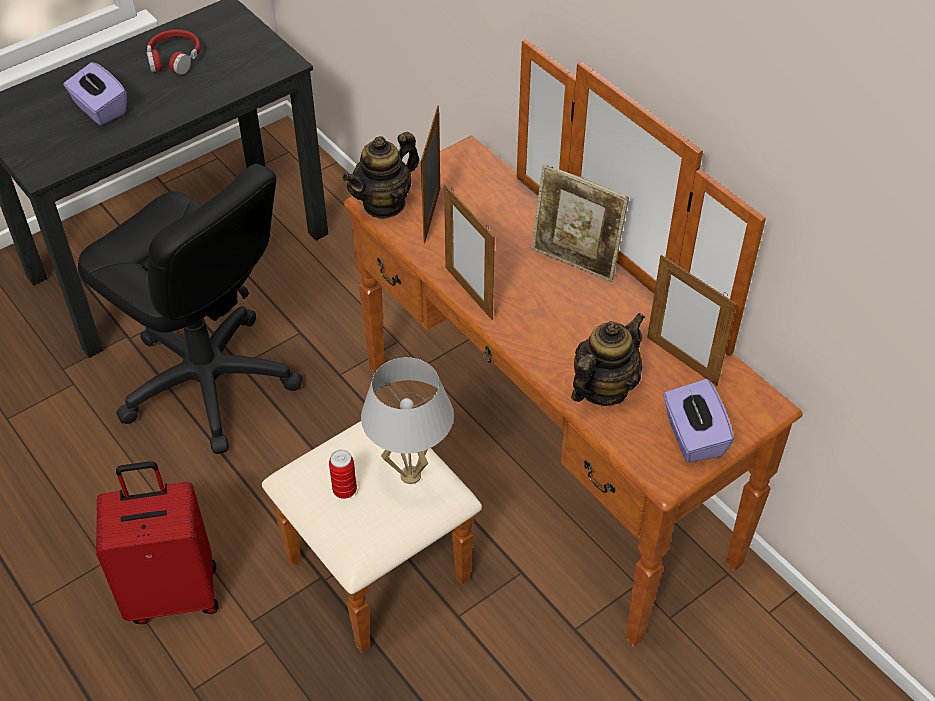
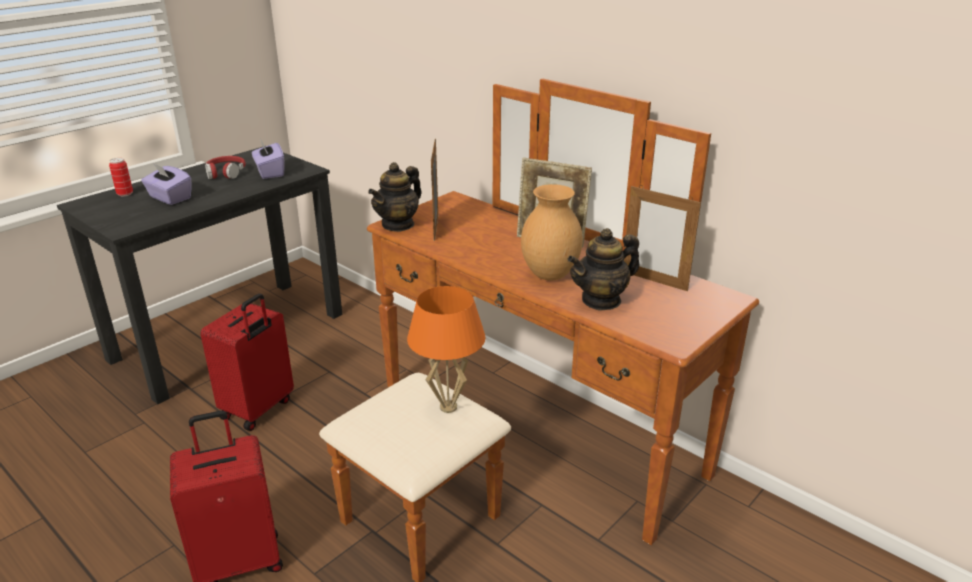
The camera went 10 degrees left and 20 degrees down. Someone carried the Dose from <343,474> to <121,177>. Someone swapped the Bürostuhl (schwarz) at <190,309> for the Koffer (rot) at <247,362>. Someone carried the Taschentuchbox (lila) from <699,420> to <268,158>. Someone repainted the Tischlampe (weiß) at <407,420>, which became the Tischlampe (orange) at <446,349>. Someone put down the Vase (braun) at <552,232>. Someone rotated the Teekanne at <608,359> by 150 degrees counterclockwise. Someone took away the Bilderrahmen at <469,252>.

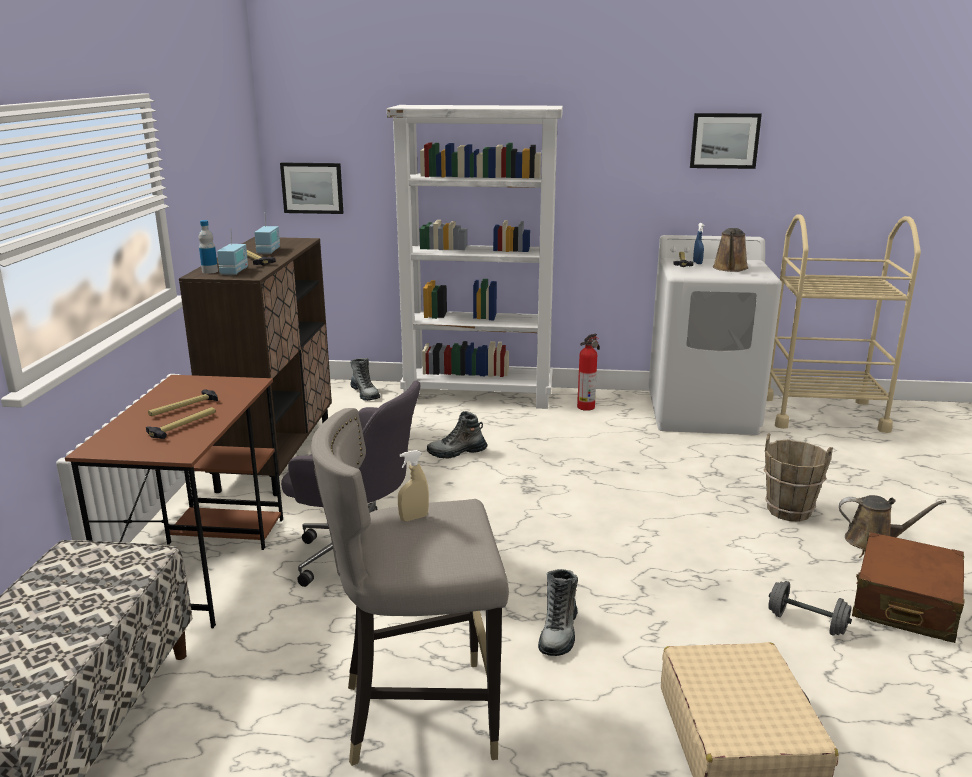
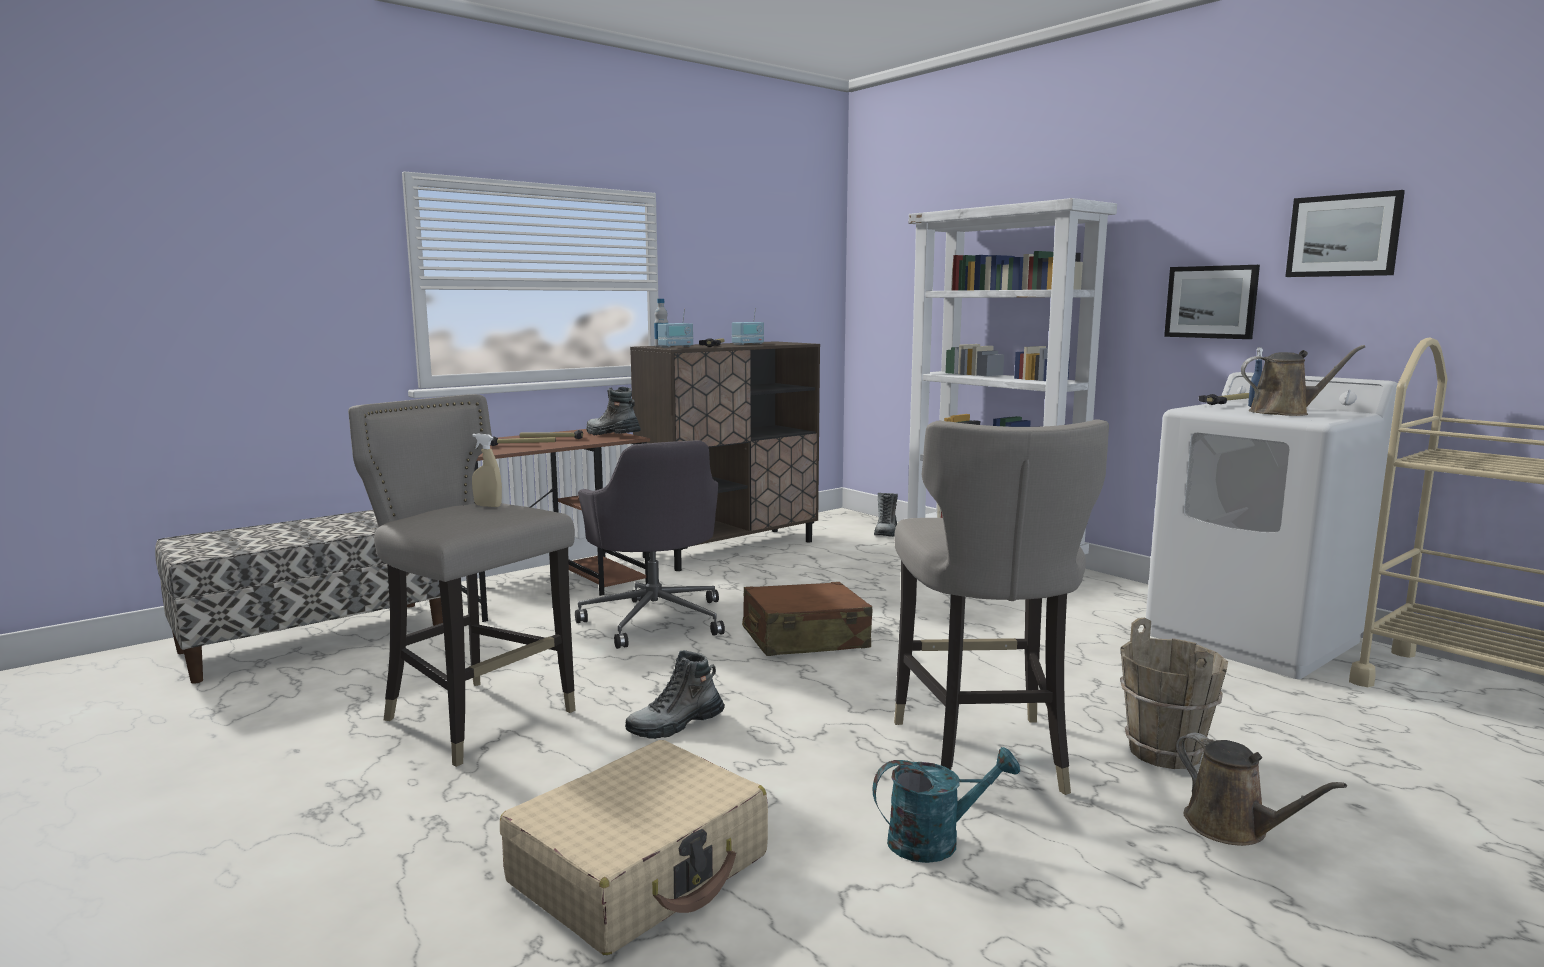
The camera went 45 degrees right and 10 degrees down. Someone carried the Stiefel from <457,435> to <613,411>. Someone carried the Koffer (braun) from <908,587> to <807,619>. Someone swapped the Hantel (grau) at <810,608> for the Gießkanne (türkis) at <946,805>. Someone put down the Hocker (grau) at <1001,607>. Someone carried the Bild from <311,188> to <1212,302>. Someone rotated the Gießkanne (braun) at <730,250> by 150 degrees counterclockwise. Someone took away the Feuerlöscher at <588,372>.

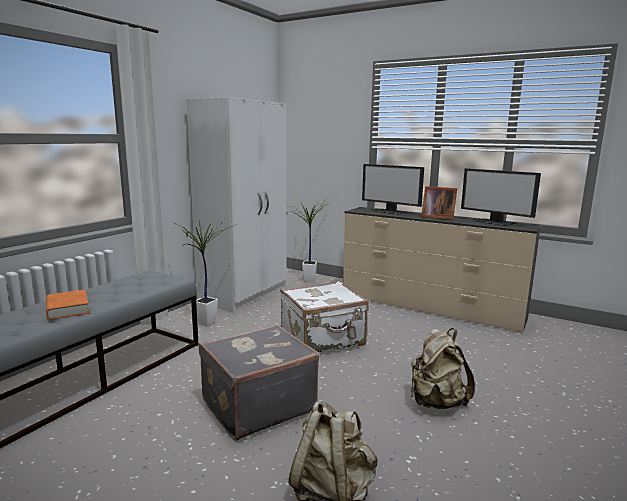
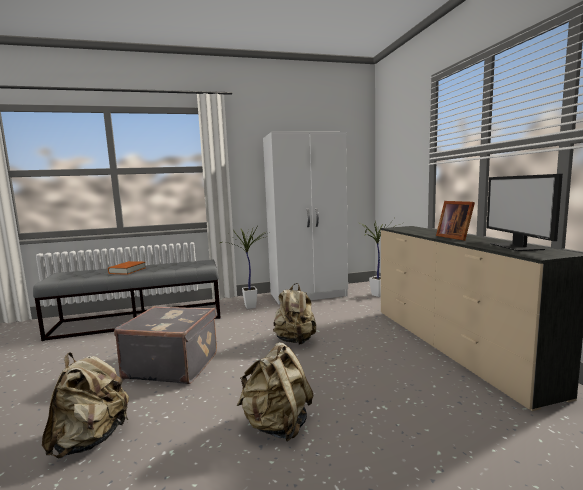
The camera went 45 degrees right and 5 degrees down. Someone swapped the Koffer (weiß) at <324,317> for the Rucksack (beige) at <294,314>. Someone took away the Monitor at <393,189>.

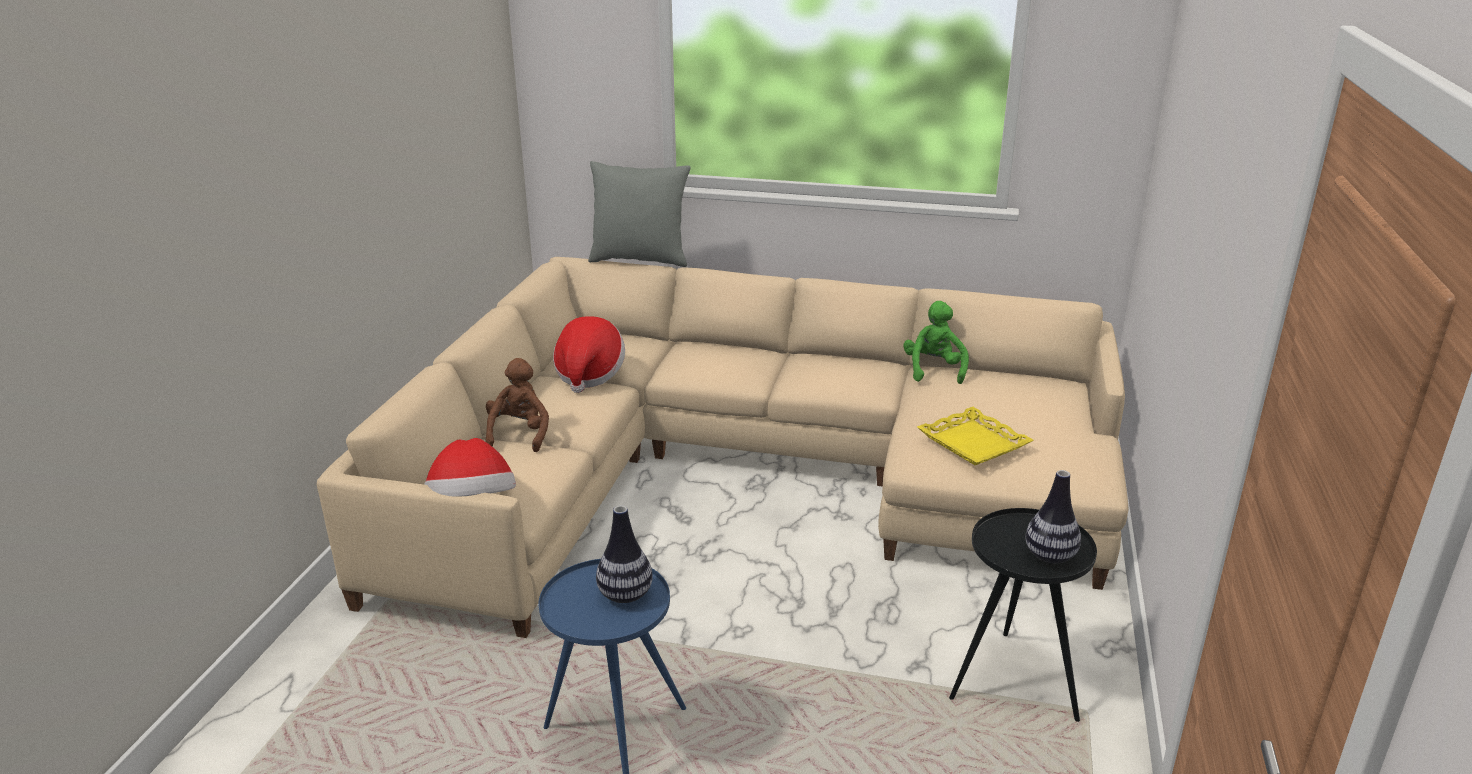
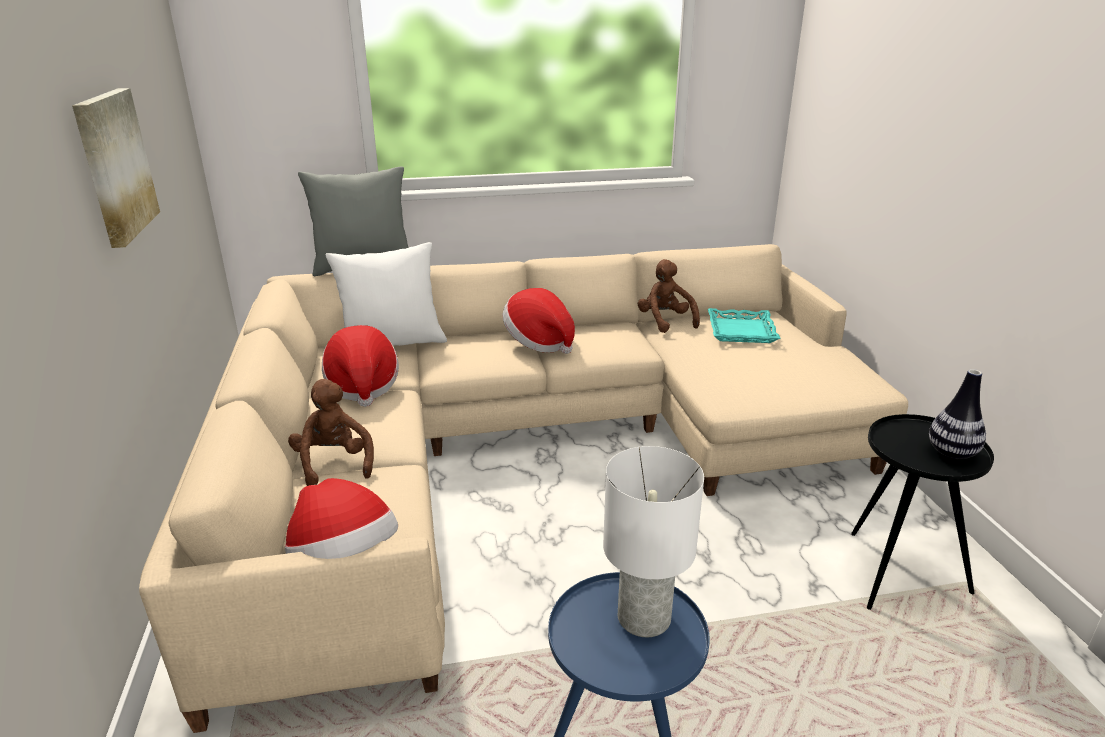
The camera went 25 degrees left and 0 degrees up. Someone put up the Bild at <116,168>. Someone put down the Kissen (weiß) at <386,294>. Someone put down the Hut at <539,321>. Someone swapped the Vase at <624,554> for the Tischlampe (weiß) at <653,541>. Someone repainted the Plüschtier (grün) at <936,342>, which became the Plüschtier (braun) at <669,296>. Someone put down the Tablett (türkis) at <744,325>. Someone took away the Tablett (gelb) at <975,436>.

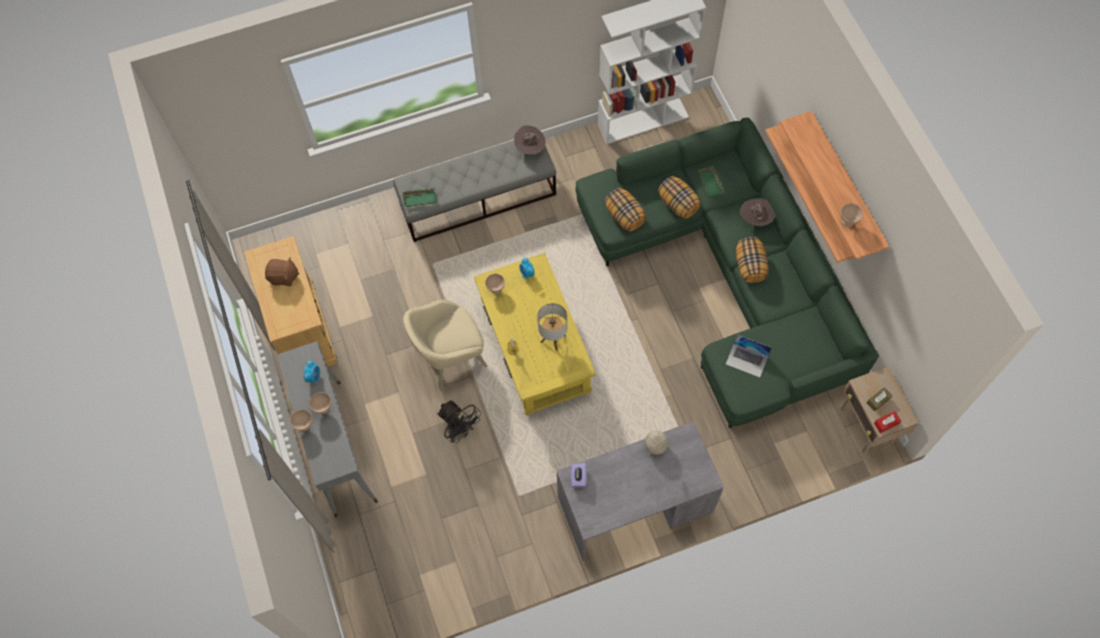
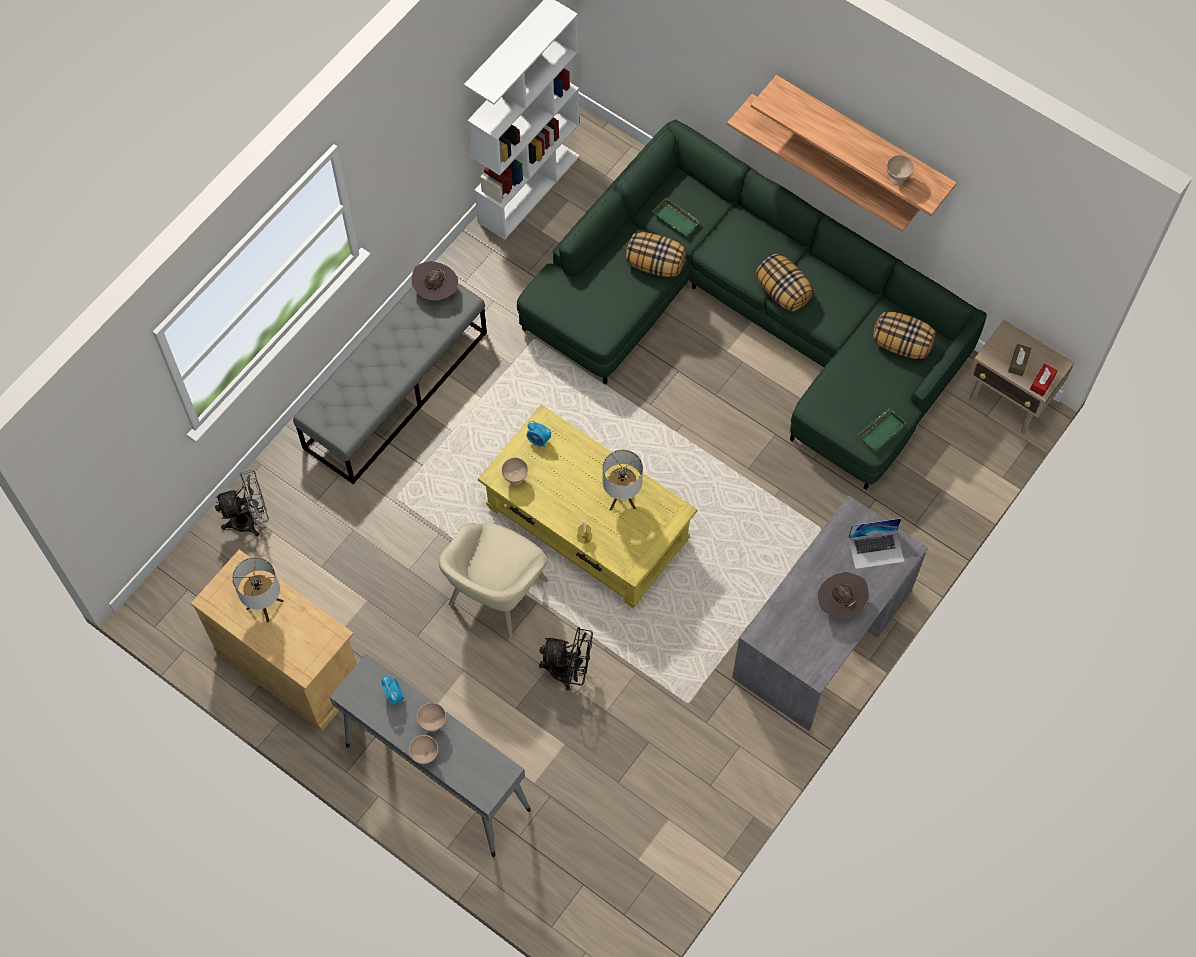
The camera went 35 degrees left and 0 degrees up. Someone put down the Ventilator (grau) at <242,503>. Someone swapped the Plüschtier (braun) at <282,271> for the Tischlampe at <258,589>. Someone carried the Hut (braun) from <758,212> to <843,595>. Someone carried the Laptop from <749,355> to <876,543>. Someone carried the Tablett (grün) from <419,197> to <882,429>. Someone carried the Kissen from <625,209> to <904,335>. Someone took away the Taschentuchbox (lila) at <579,475>. Someone took away the Globus at <656,443>.

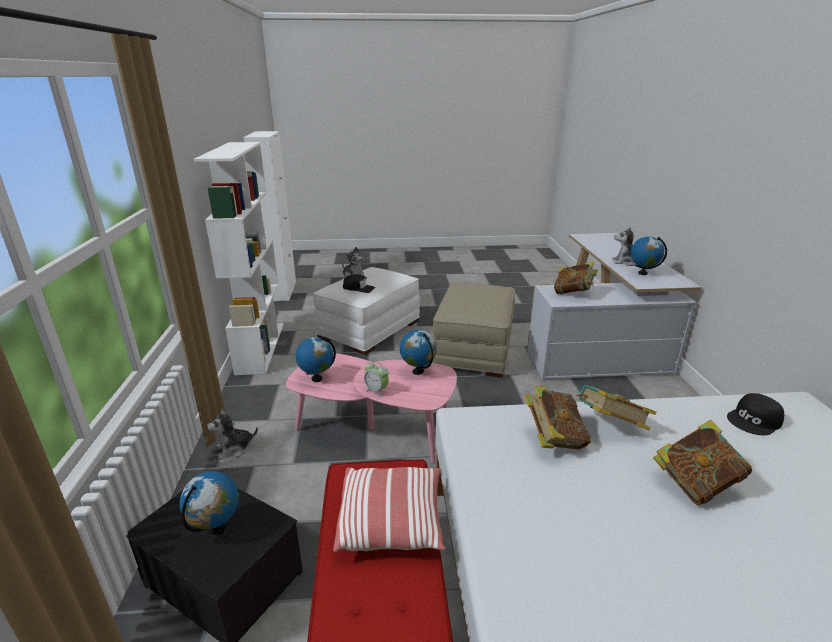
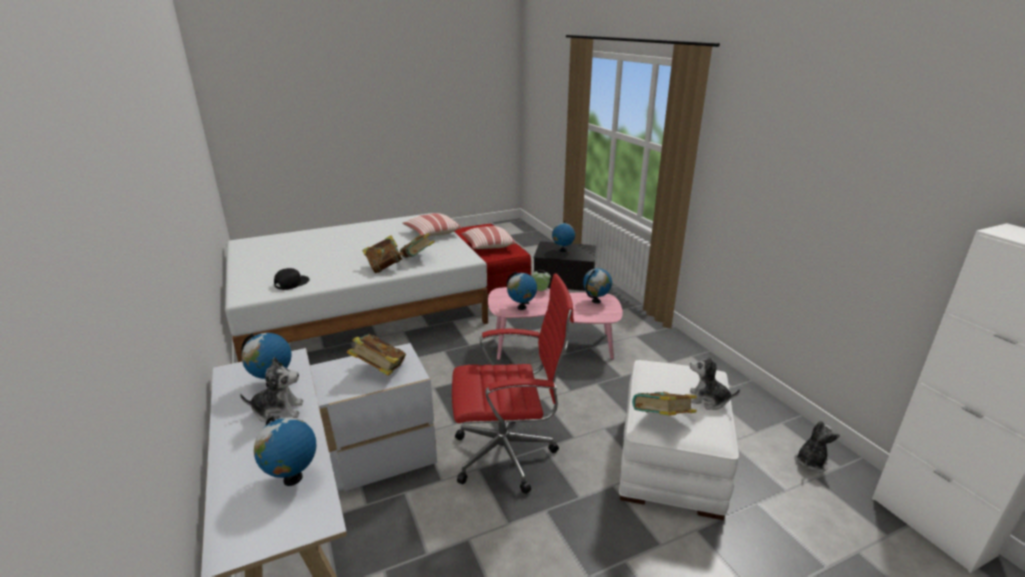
The camera went 160 degrees right and 0 degrees up. Someone put down the Globus at <285,451>. Someone put down the Kissen at <432,224>. Someone swapped the Polsterhocker (beige) at <473,330> for the Bürostuhl (rot) at <513,383>. Someone carried the Buch from <702,462> to <664,404>. Someone carried the Plüschtier from <232,434> to <817,447>. Someone took away the Bücherregal (weiß) at <239,258>. Someone took away the Kappe (schwarz) at <359,283>.

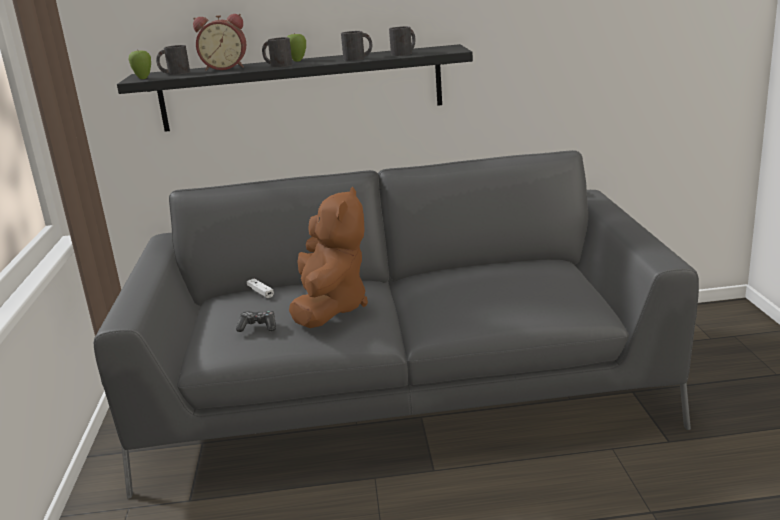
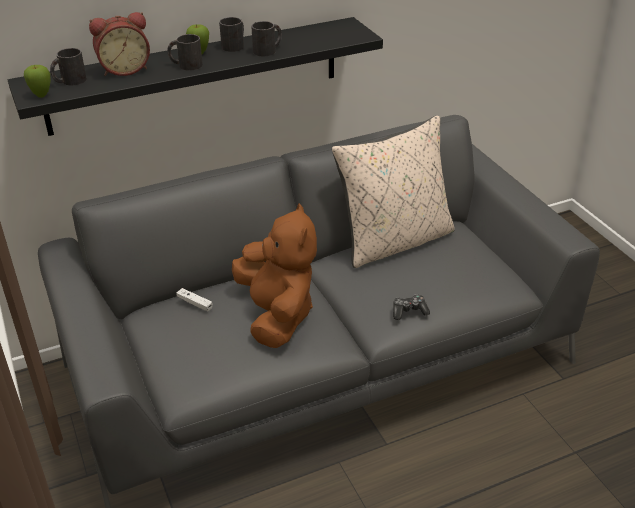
The camera went 20 degrees left and 15 degrees up. Someone carried the Henkelbecher (schwarz) from <402,41> to <231,34>. Someone put down the Kissen (beige) at <393,191>. Someone carried the Gamepad from <256,321> to <411,307>.

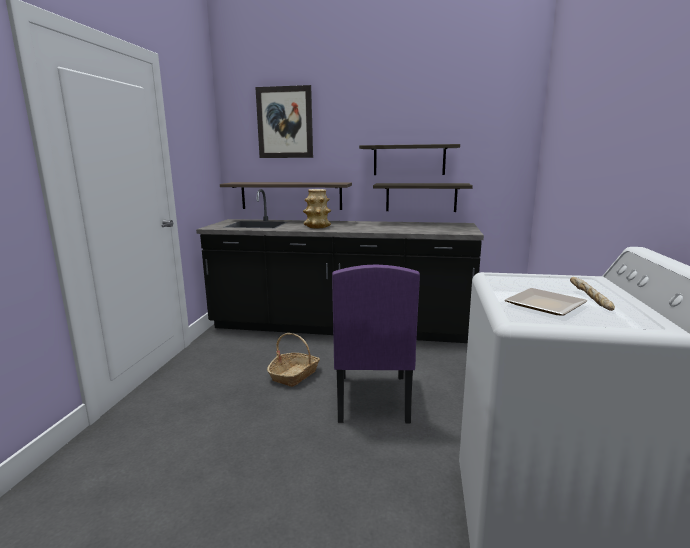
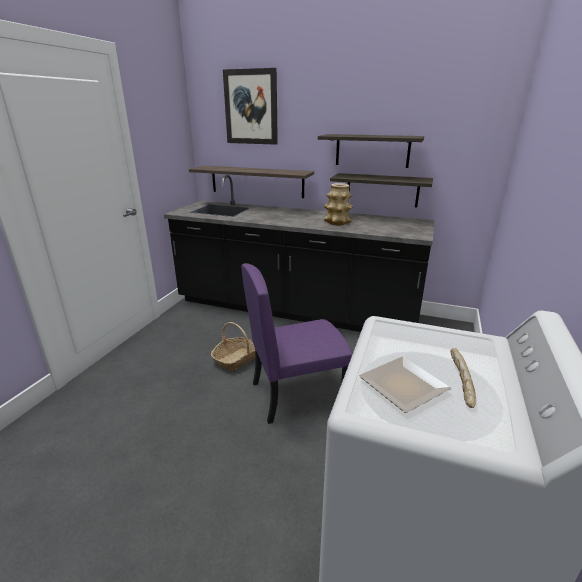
The camera went 10 degrees right and 10 degrees up. Someone rotated the Stuhl (lila) at <376,343> by 60 degrees clockwise. Someone carried the Vase from <317,208> to <338,204>.

